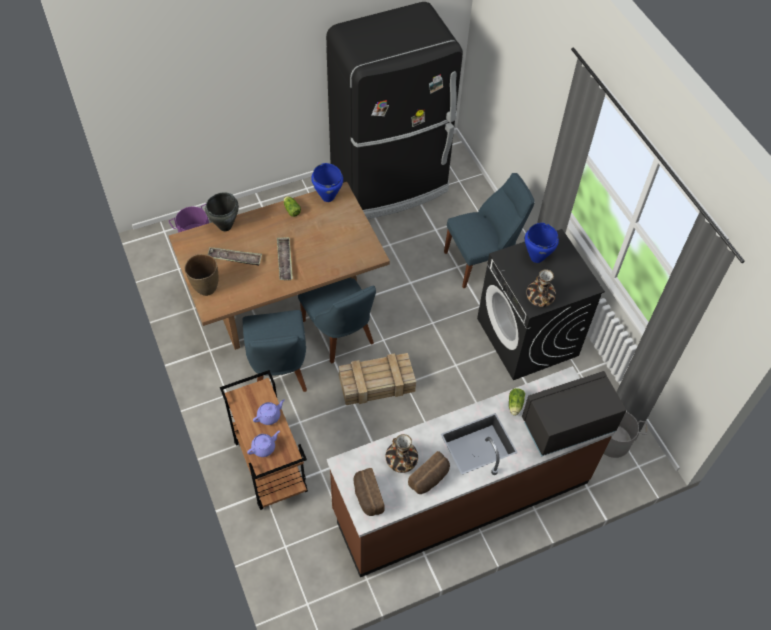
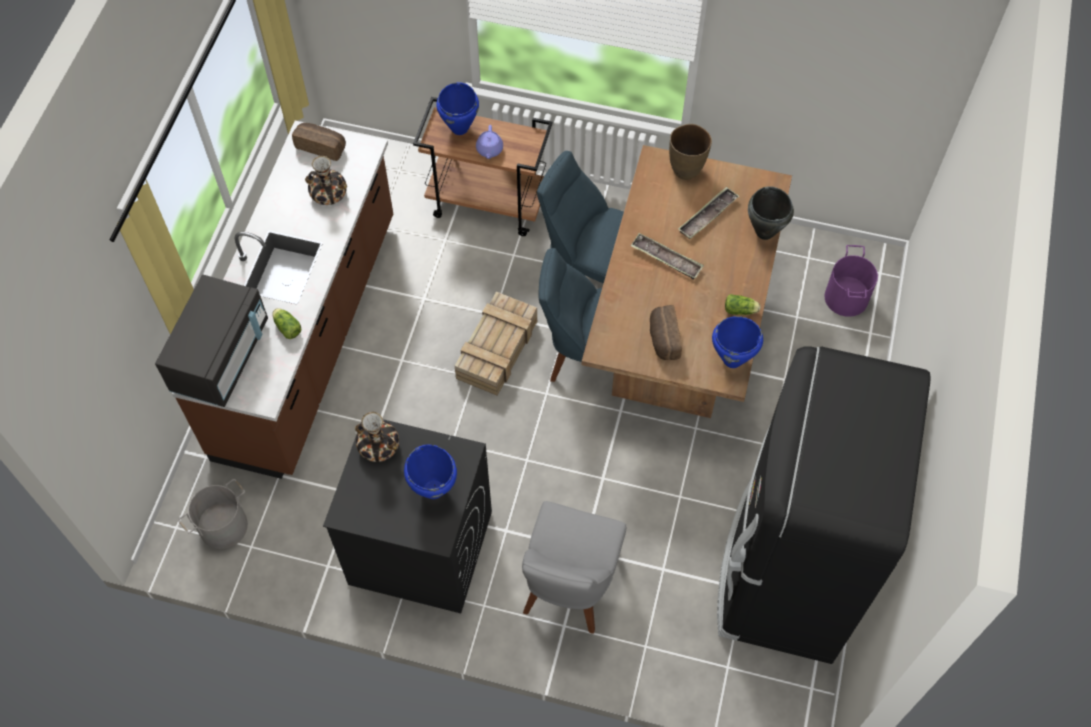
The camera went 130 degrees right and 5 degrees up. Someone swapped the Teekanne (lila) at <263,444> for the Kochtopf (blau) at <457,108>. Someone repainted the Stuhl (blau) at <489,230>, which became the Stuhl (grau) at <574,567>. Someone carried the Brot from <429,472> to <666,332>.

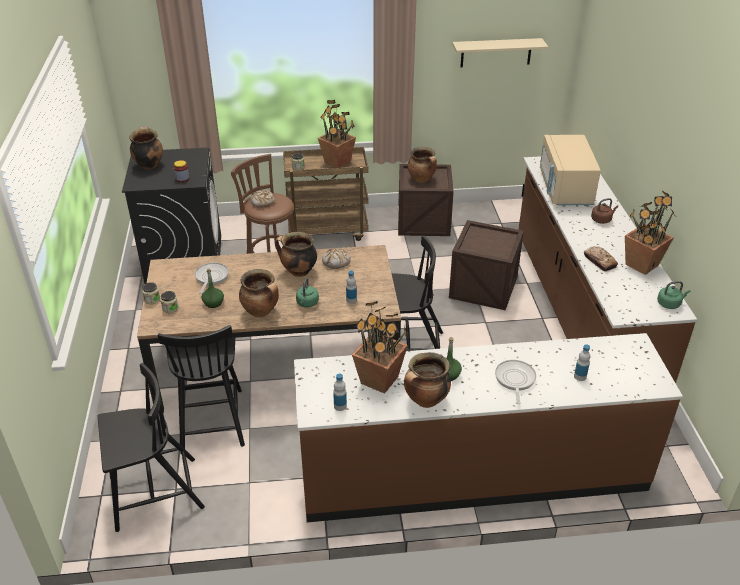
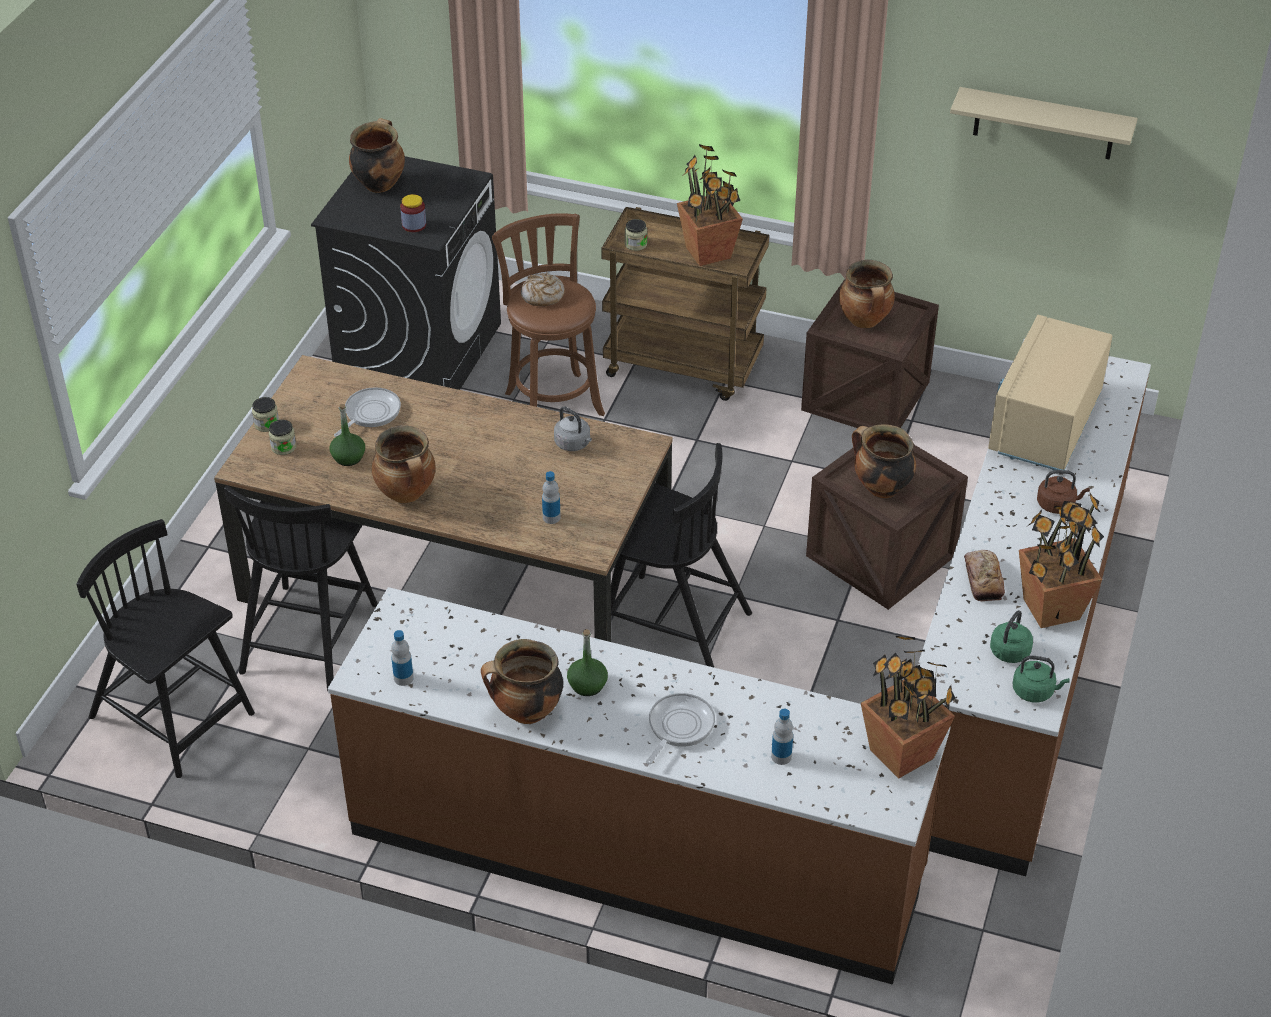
The camera went 25 degrees right and 5 degrees up. Someone rotated the Stuhl (schwarz) at <151,447> by 150 degrees counterclockwise. Someone swapped the Brot at <336,258> for the Wasserkessel (grau) at <573,428>. Someone carried the Kochtopf from <296,254> to <884,461>. Someone carried the Topfpflanze from <380,347> to <908,707>. Someone carried the Wasserkessel (grün) from <307,292> to <1011,636>.

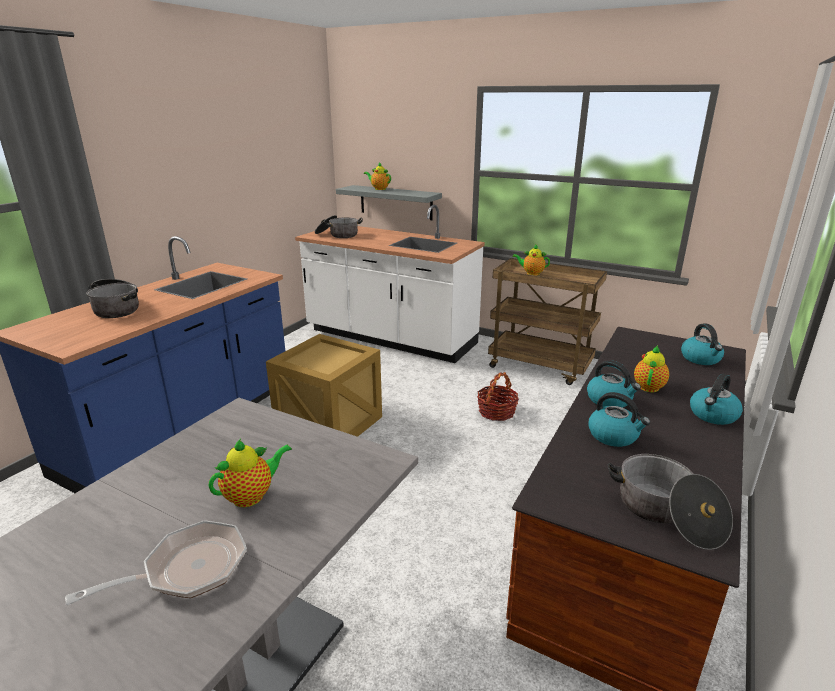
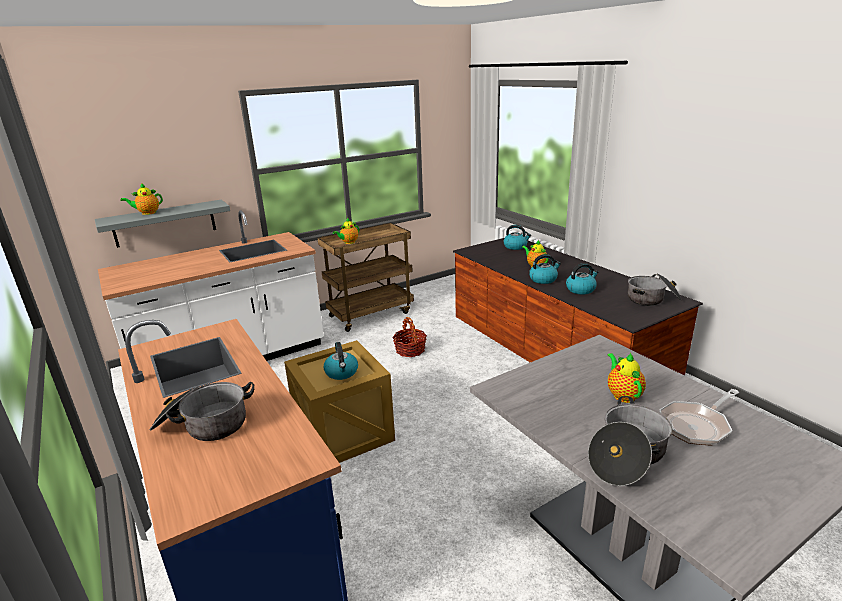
The camera went 60 degrees left and 0 degrees up. Someone carried the Wasserkessel from <716,399> to <341,361>. Someone carried the Kochtopf from <339,226> to <630,441>. Someone rotated the Pfanne at <156,562> by 120 degrees counterclockwise.

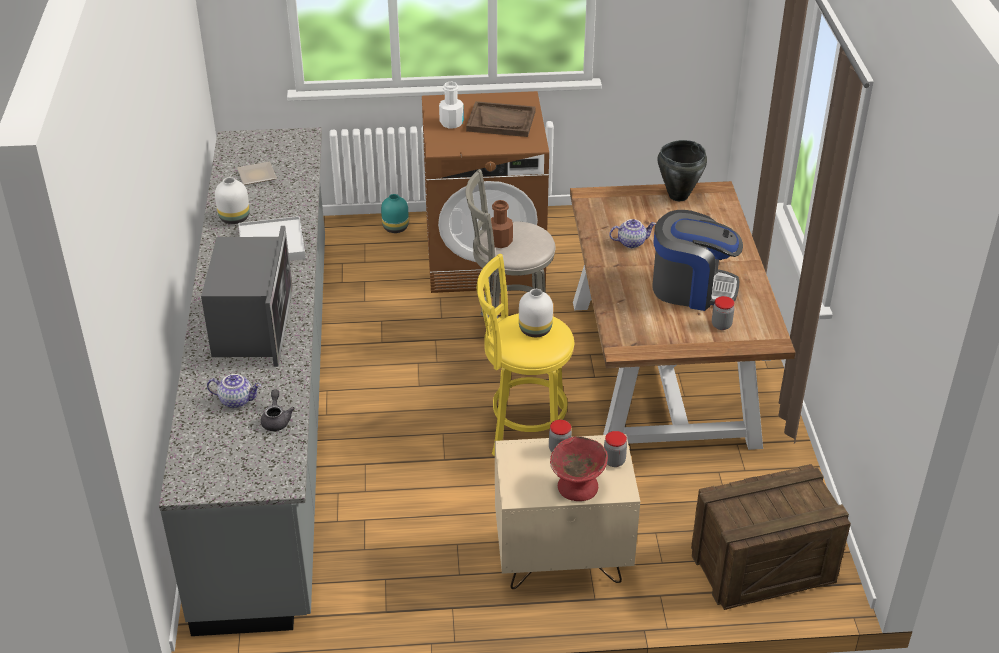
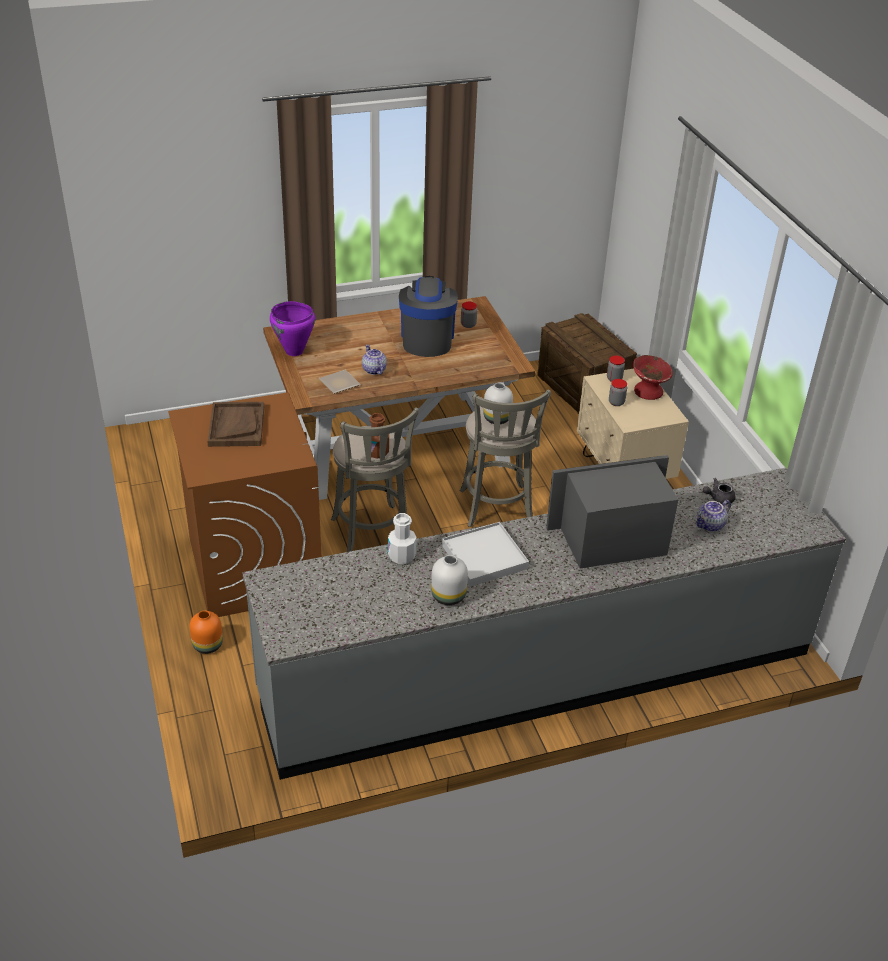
The camera went 105 degrees left and 0 degrees up. Someone repainted the Vase (türkis) at <395,213>, which became the Vase (orange) at <206,632>. Someone repainted the Kochtopf (schwarz) at <682,170>, which became the Kochtopf (lila) at <292,328>. Someone carried the Teller from <257,173> to <340,382>. Someone carried the Flasche (weiß) from <451,105> to <402,538>. Someone repainted the Hocker (gelb) at <525,355>, which became the Hocker (grau) at <505,458>. Someone rotated the Teekanne at <234,391> by 120 degrees counterclockwise.

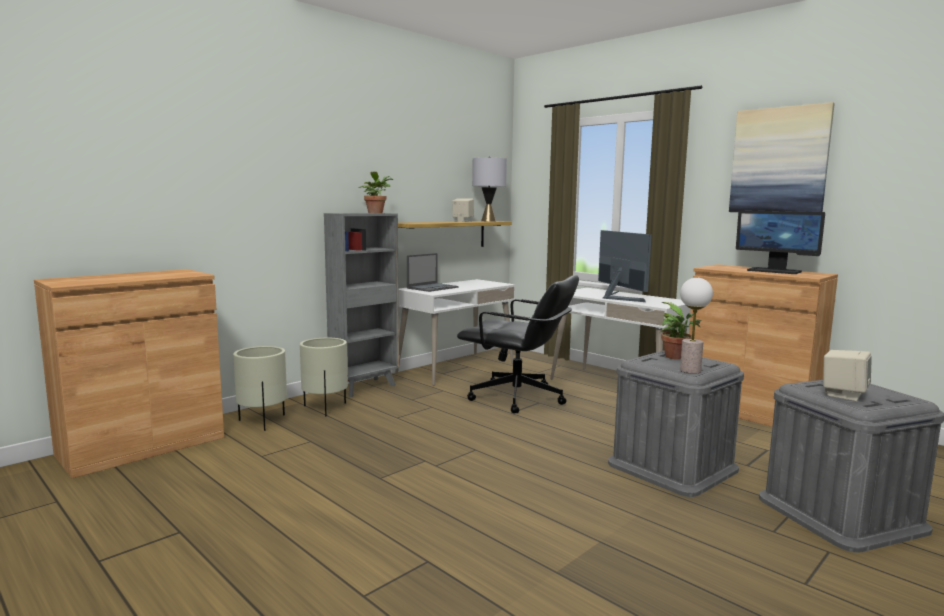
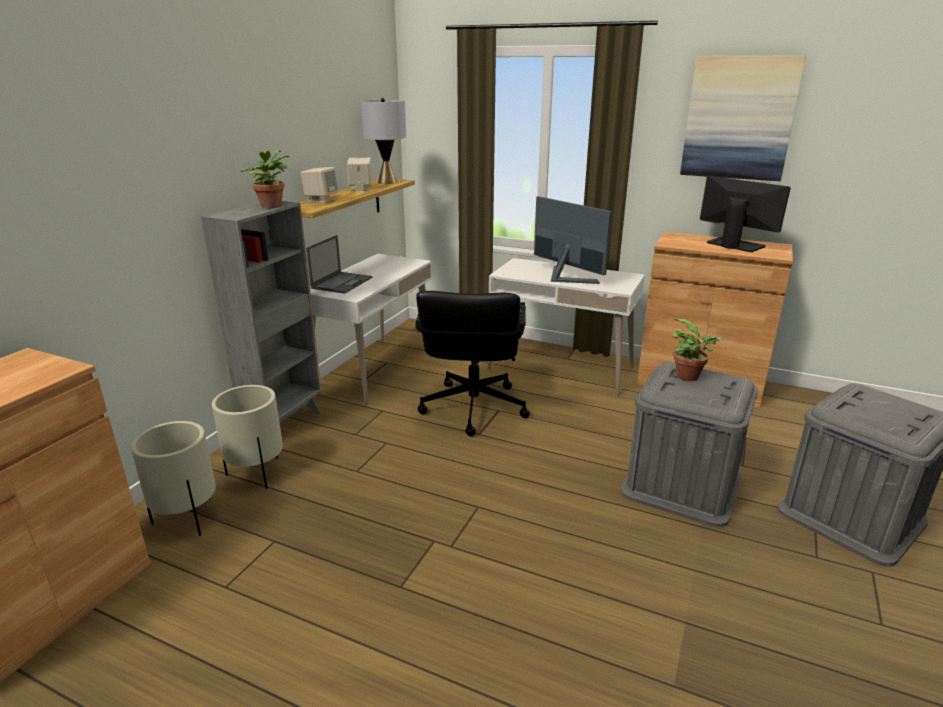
The camera went 20 degrees left and 15 degrees up. Someone carried the Lautsprecher (beige) from <847,375> to <319,185>. Someone rotated the Bürostuhl (schwarz) at <518,344> by 90 degrees clockwise. Someone rotated the Monitor at <780,242> by 150 degrees counterclockwise. Someone took away the Tischlampe at <696,326>.

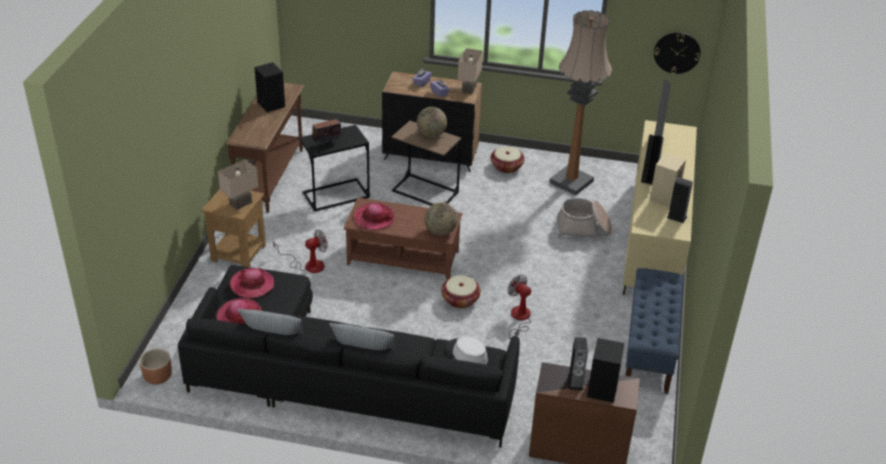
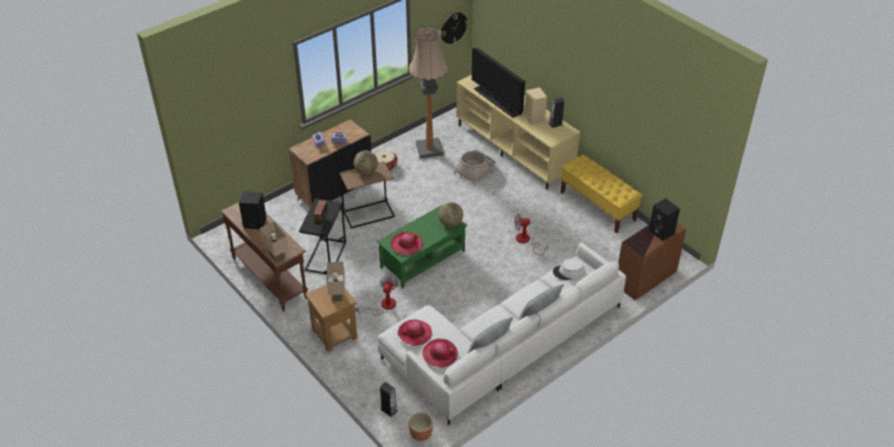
The camera went 50 degrees left and 5 degrees up. Someone carried the Tischlampe (beige) from <470,71> to <274,242>. Someone repainted the Couchtisch (braun) at <403,238>, which became the Couchtisch (grün) at <422,246>. Someone repainted the Sofa (schwarz) at <349,356>, which became the Sofa (weiß) at <501,334>. Someone carried the Lautsprecher from <578,363> to <388,399>. Someone repainted the Bank (blau) at <654,331>, which became the Bank (gelb) at <602,194>. Someone took away the Korb at <461,292>.

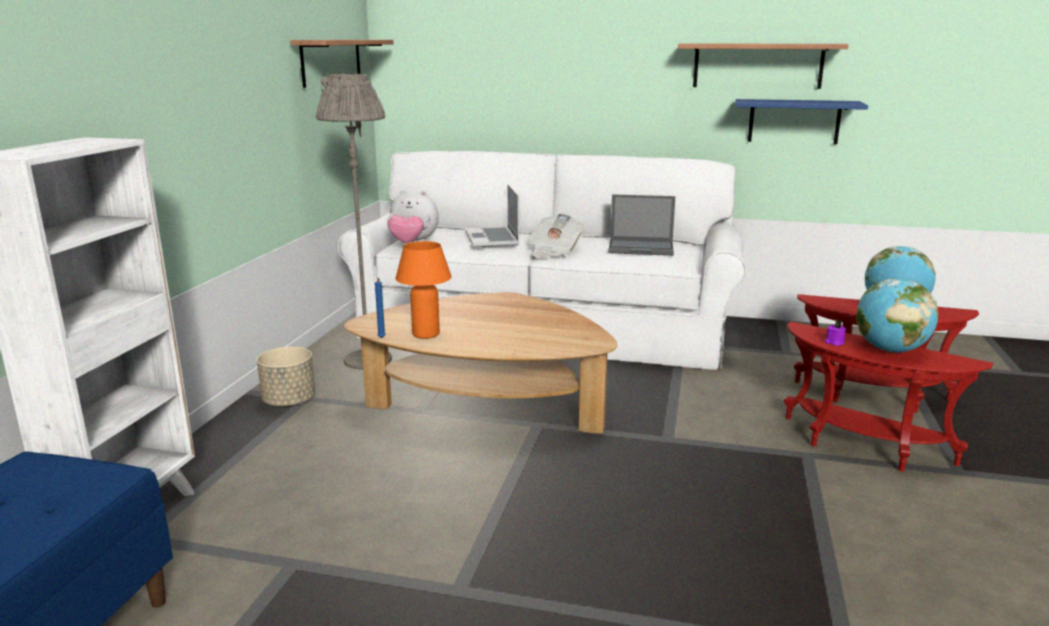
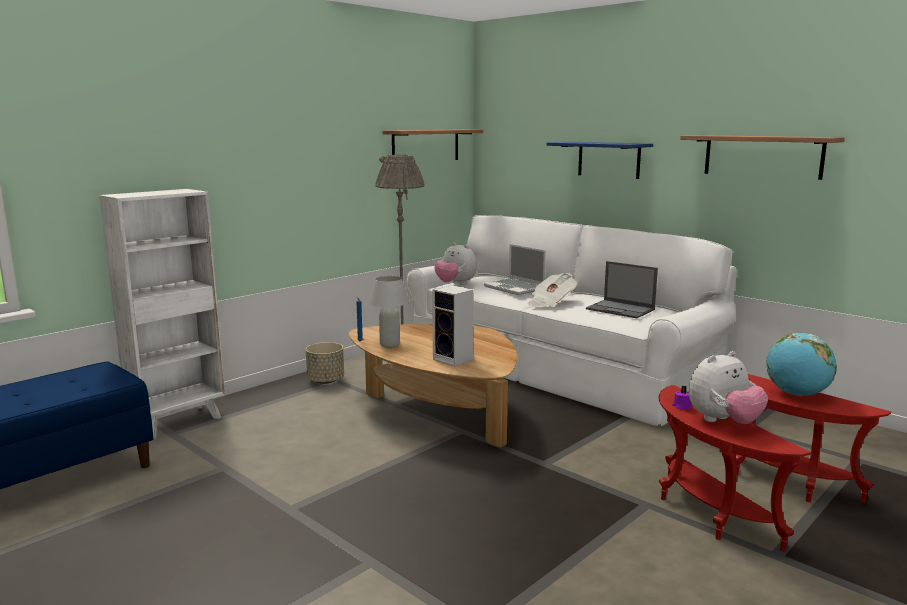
The camera went 30 degrees right and 5 degrees down. Someone repainted the Tischlampe (orange) at <423,290>, which became the Tischlampe (weiß) at <388,311>. Someone put down the Lautsprecher at <453,325>. Someone rotated the Laptop at <493,216> by 60 degrees counterclockwise. Someone carried the Wandregal (blau) from <801,121> to <600,160>. Someone swapped the Globus at <897,315> for the Plüschtier at <728,387>.

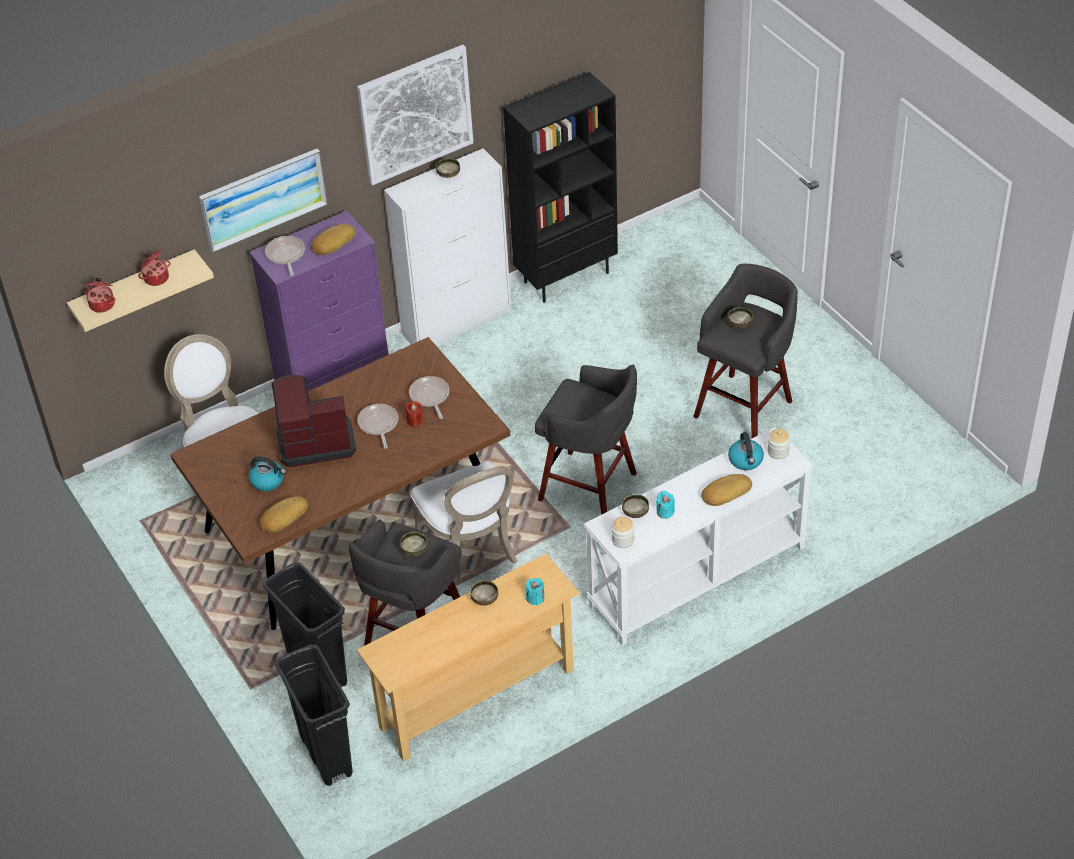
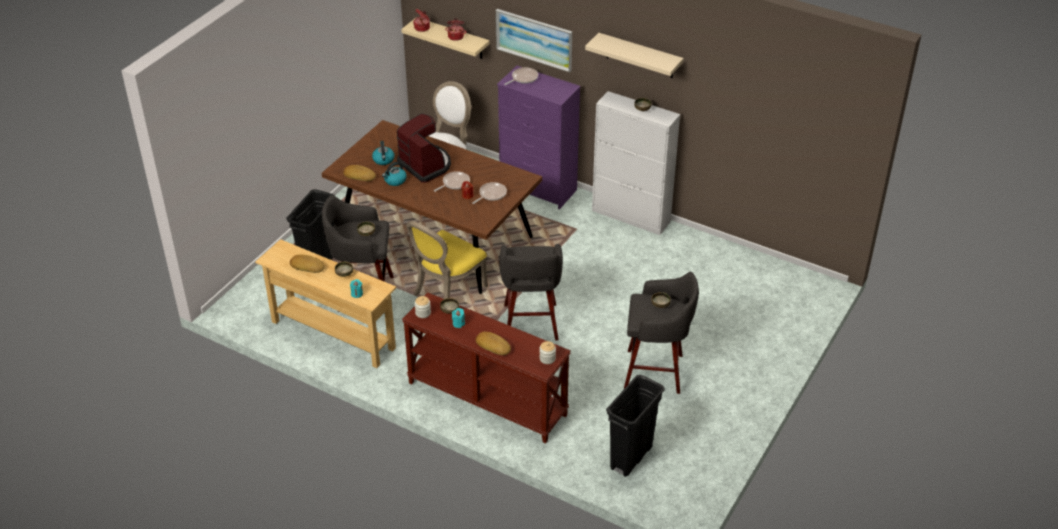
The camera went 60 degrees right and 5 degrees down. Someone carried the Brot from <333,239> to <307,264>. Someone carried the Wasserkessel from <746,451> to <394,174>. Someone repainted the Konsolentisch (weiß) at <699,536>, which became the Konsolentisch (braun) at <486,367>. Someone repainted the Stuhl (weiß) at <463,522>, which became the Stuhl (gelb) at <447,260>. Someone swapped the Bild at <415,115> for the Wandregal (beige) at <634,55>. Someone carried the Mülleimer (schwarz) from <314,715> to <635,426>. Someone took away the Bücherregal (schwarz) at <560,187>.

